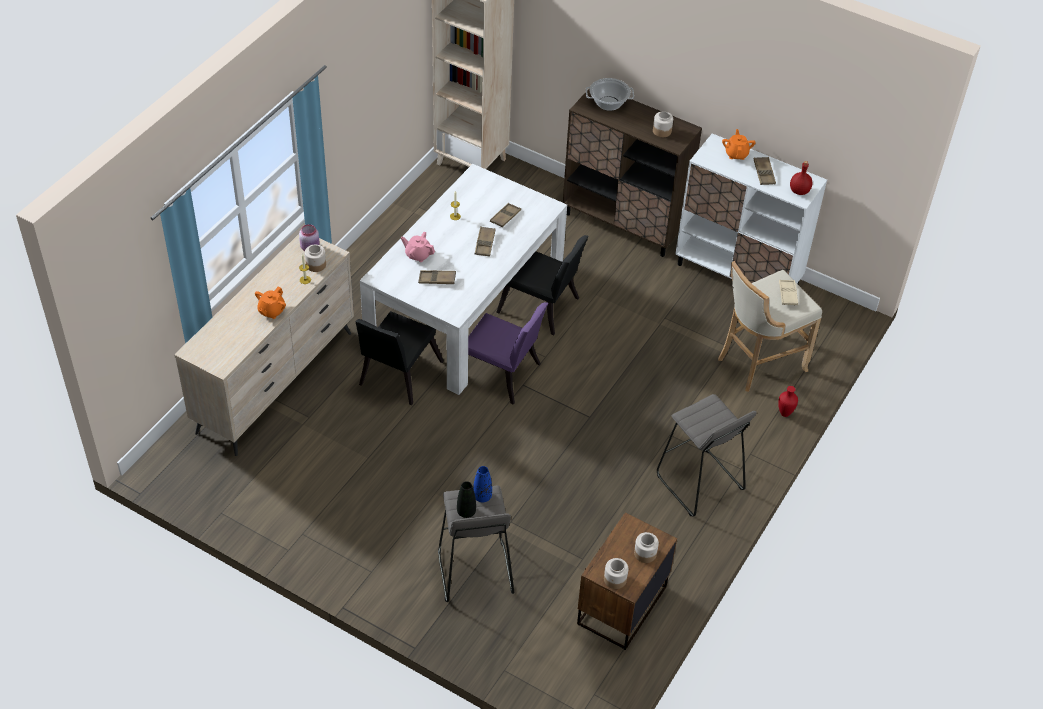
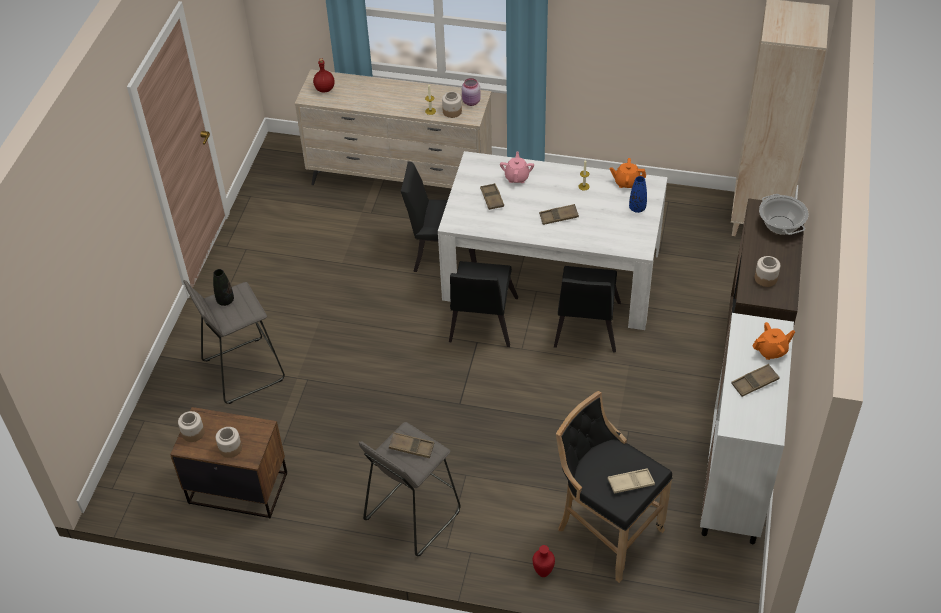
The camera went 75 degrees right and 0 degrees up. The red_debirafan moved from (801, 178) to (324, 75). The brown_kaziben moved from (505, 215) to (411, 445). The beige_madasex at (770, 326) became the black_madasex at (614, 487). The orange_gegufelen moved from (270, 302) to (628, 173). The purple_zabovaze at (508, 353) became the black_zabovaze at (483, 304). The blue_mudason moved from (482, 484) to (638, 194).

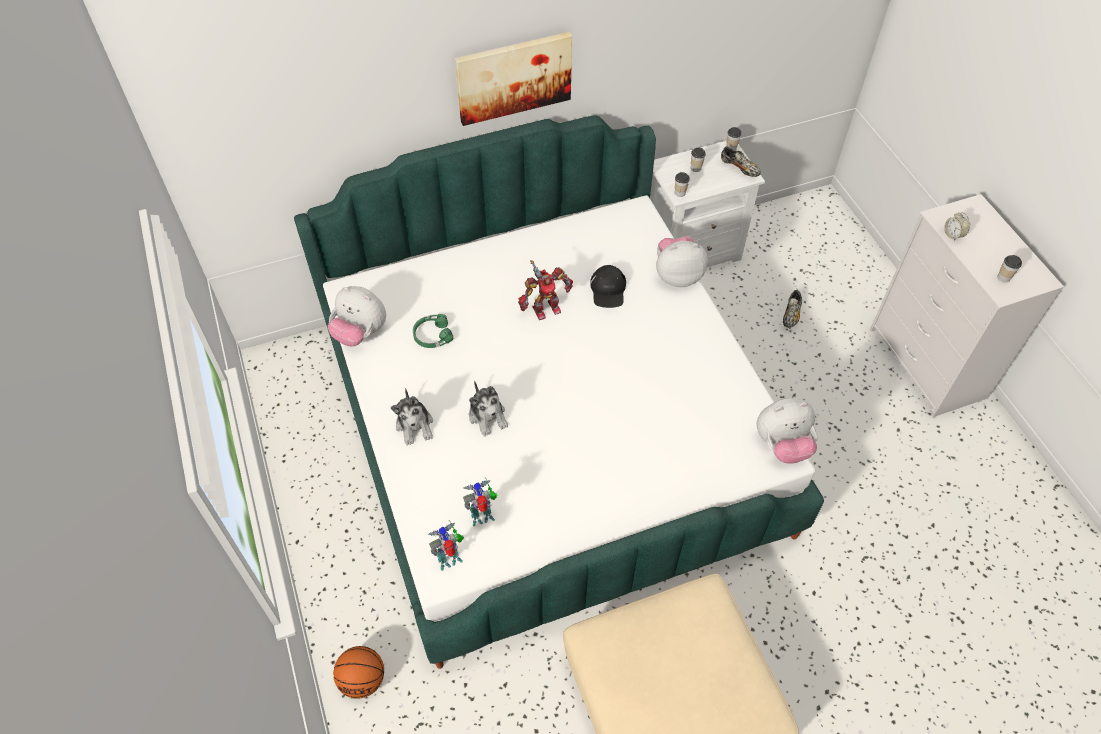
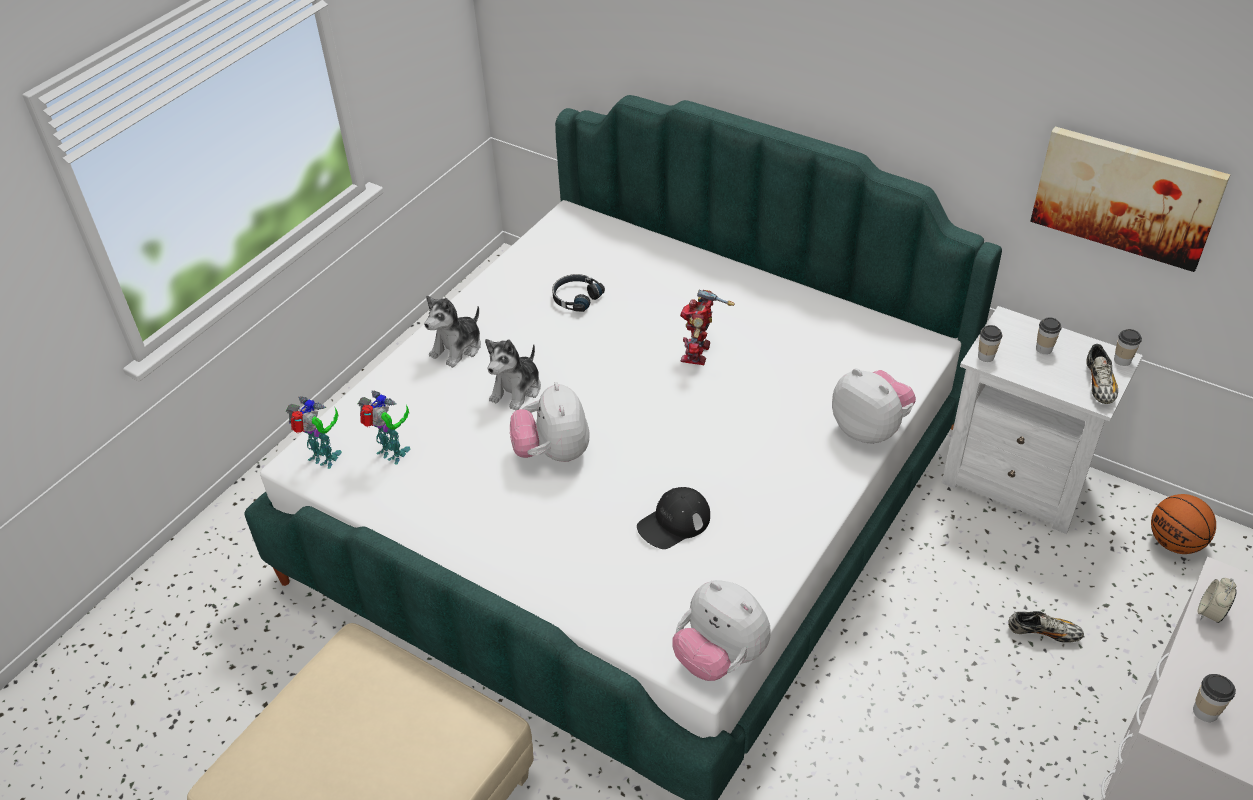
The camera went 55 degrees right and 10 degrees down. The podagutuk moved from (513, 79) to (1130, 199). The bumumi at (545, 290) turned 75 degrees clockwise. The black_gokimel moved from (608, 286) to (673, 518). The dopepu moved from (357, 316) to (550, 422). The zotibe at (792, 309) turned 150 degrees counterclockwise. The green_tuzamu at (433, 331) became the black_tuzamu at (578, 293). The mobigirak moved from (358, 672) to (1183, 524).

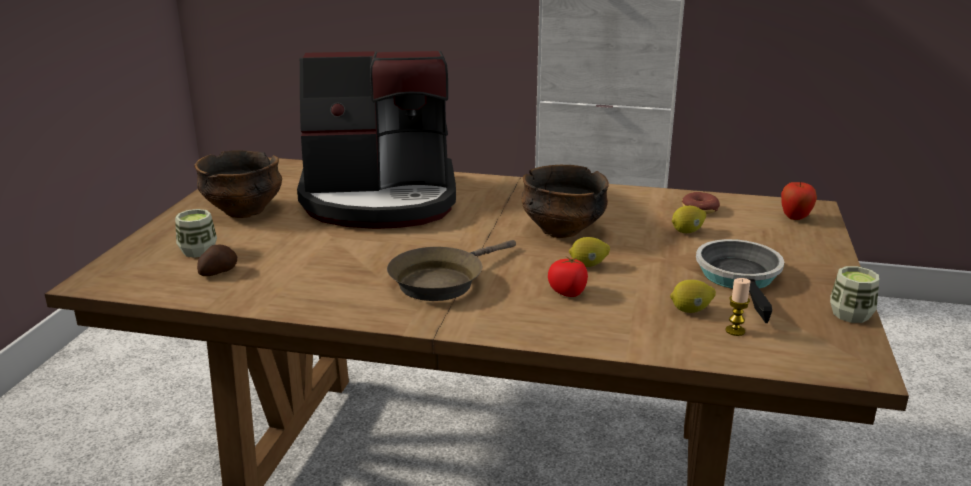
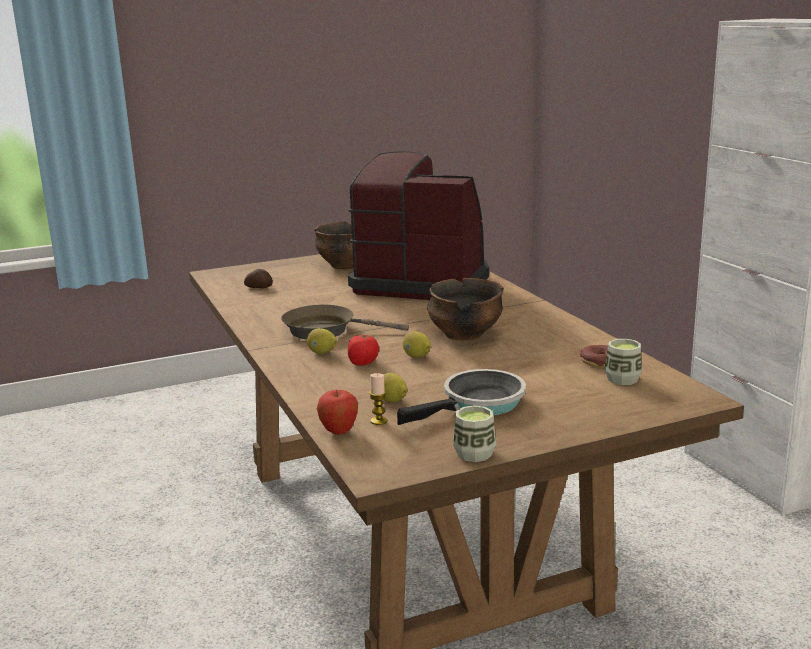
The camera went 55 degrees right and 5 degrees down. The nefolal at (376, 140) turned 150 degrees clockwise. The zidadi moved from (799, 201) to (337, 412). The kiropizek moved from (689, 219) to (322, 341). The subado moved from (196, 233) to (623, 362).

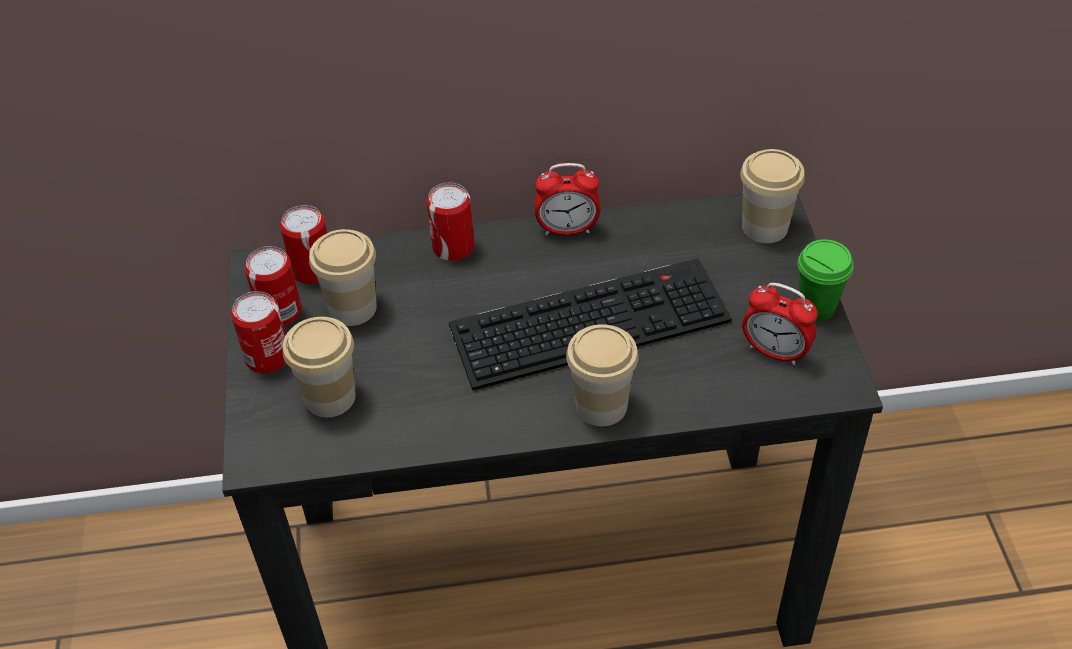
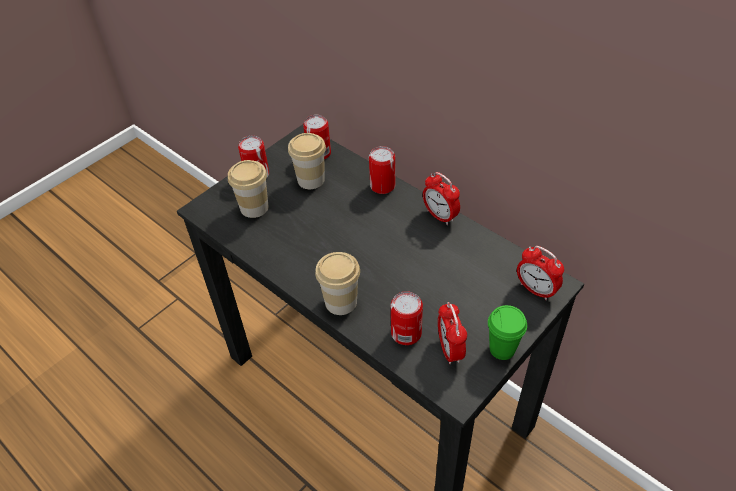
The camera went 50 degrees right and 0 degrees up. The subado at (772, 196) was replaced by the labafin at (540, 273). The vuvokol moved from (273, 285) to (407, 318). The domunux at (590, 324) disappeared.

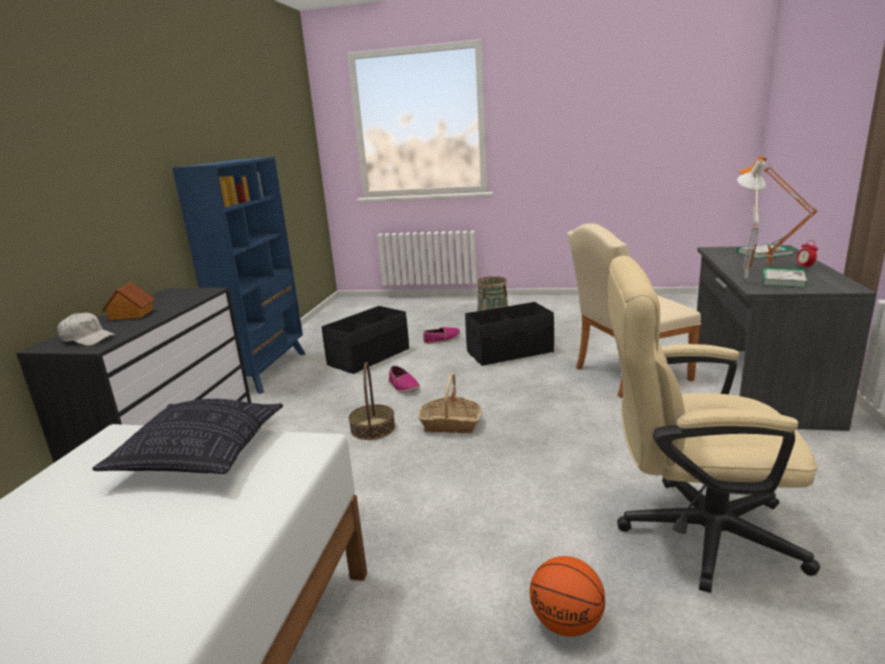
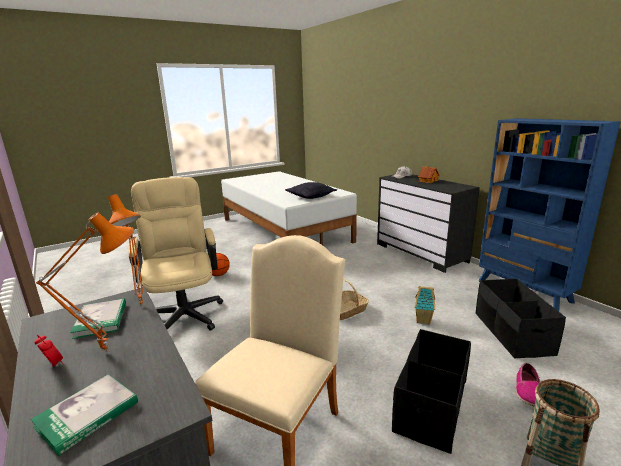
The camera went 135 degrees right and 0 degrees up. The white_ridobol at (751, 221) became the orange_ridobol at (125, 250). The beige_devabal at (714, 424) turned 75 degrees counterclockwise. The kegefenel at (372, 401) disappeared. The zotibe at (404, 379) was replaced by the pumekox at (425, 305).

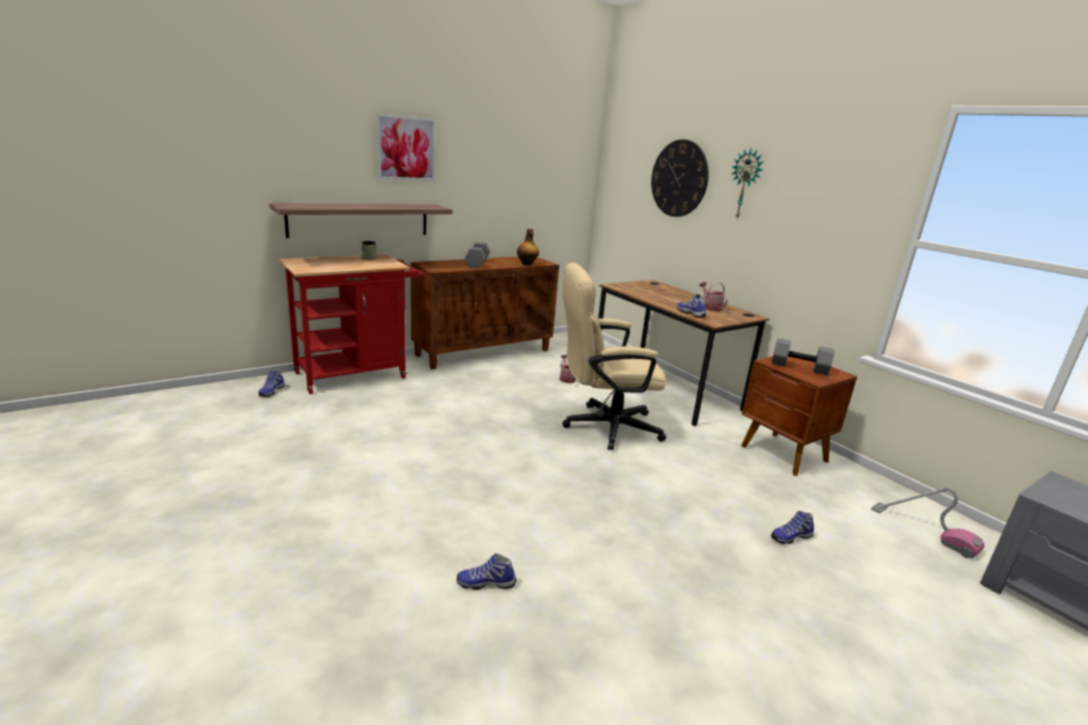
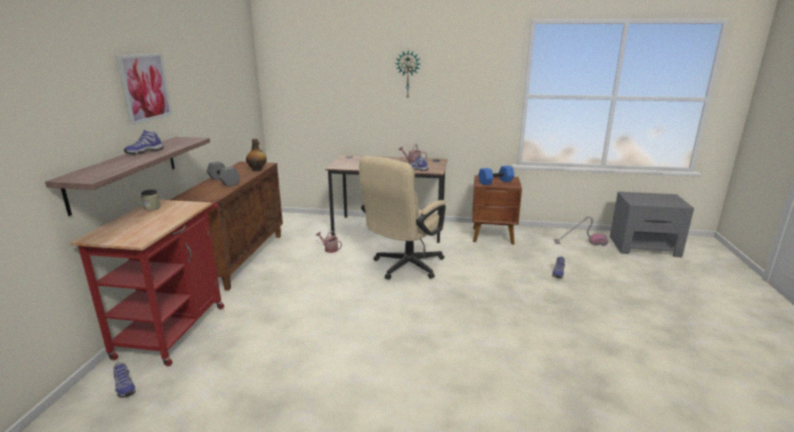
The camera went 45 degrees left and 0 degrees up. The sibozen at (680, 178) disappeared. The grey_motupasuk at (802, 356) became the blue_motupasuk at (496, 175). The zotibe moved from (486, 571) to (144, 142).

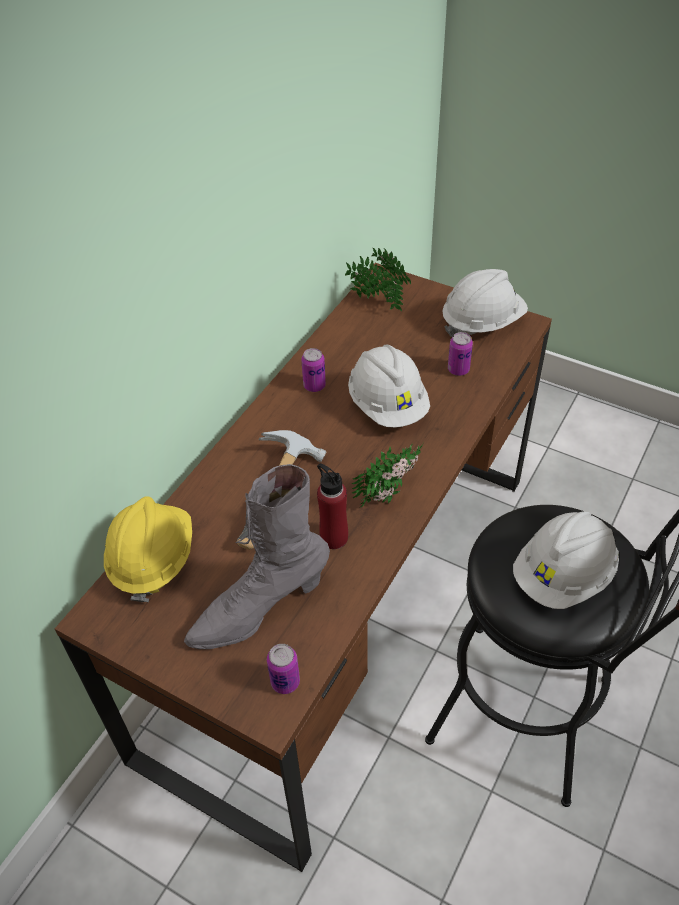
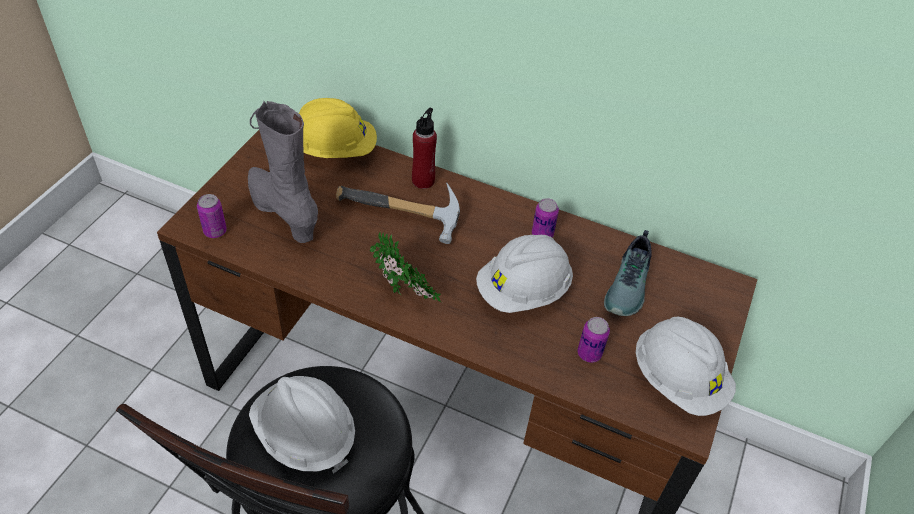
The camera went 80 degrees right and 0 degrees up. The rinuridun at (378, 279) disappeared. The red_debirafan moved from (332, 506) to (424, 148). The zotibe at (628, 273) appeared.

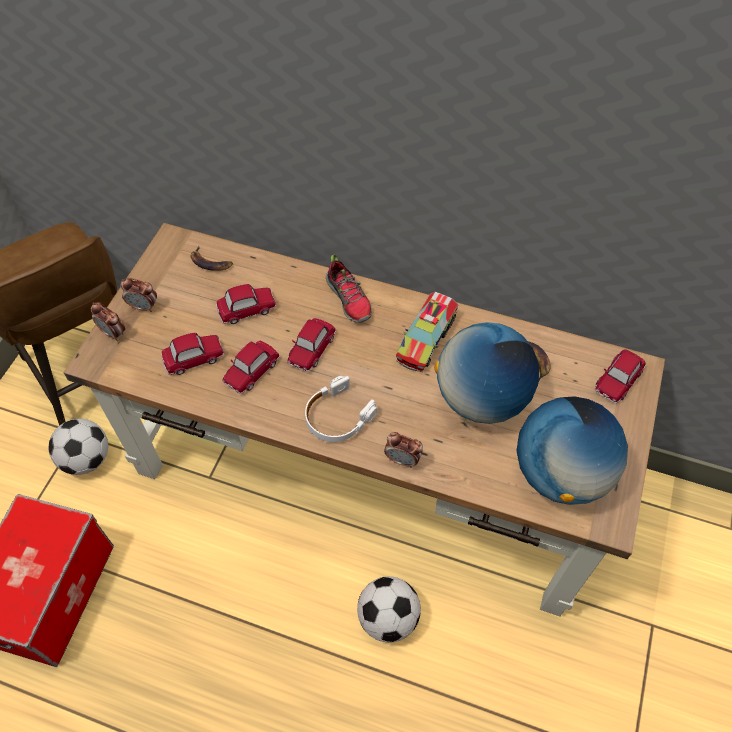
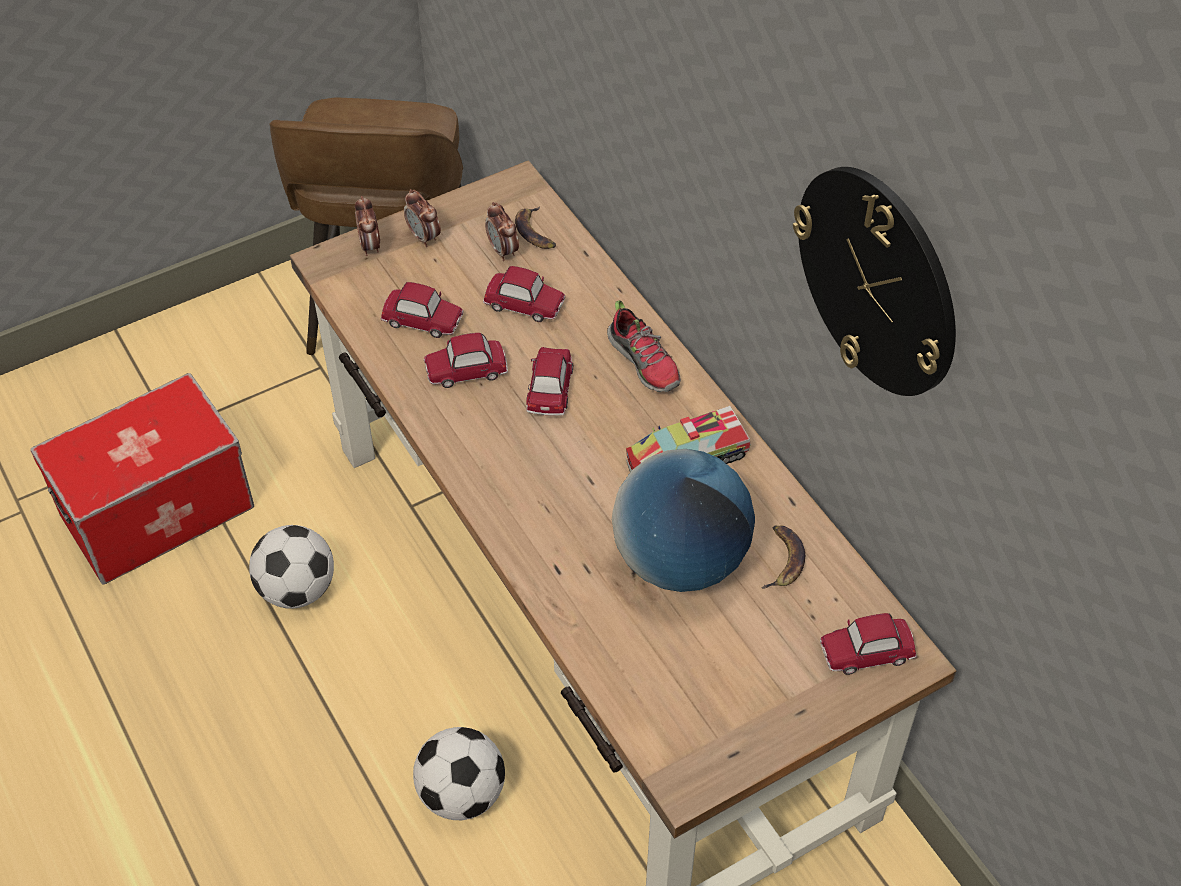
The camera went 40 degrees right and 5 degrees down. The zotibe at (349, 289) turned 45 degrees counterclockwise. The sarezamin at (311, 345) turned 120 degrees clockwise. The white_tuzamu at (341, 409) disappeared. The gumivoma at (572, 450) disappeared. The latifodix moved from (78, 447) to (291, 567). The labafin moved from (403, 450) to (502, 231). The sibozen at (874, 281) appeared.

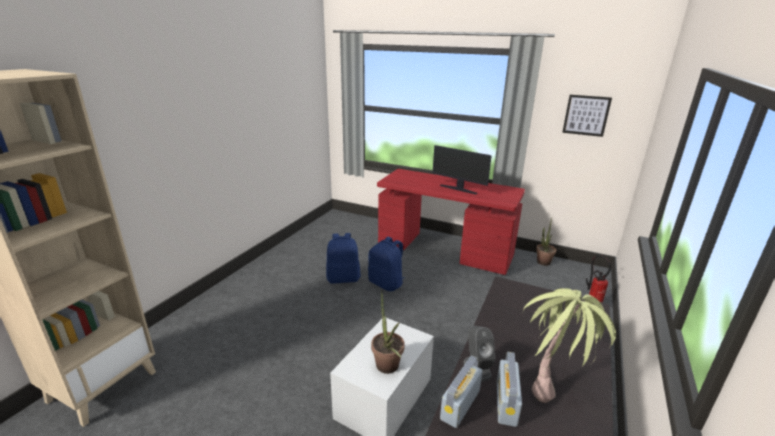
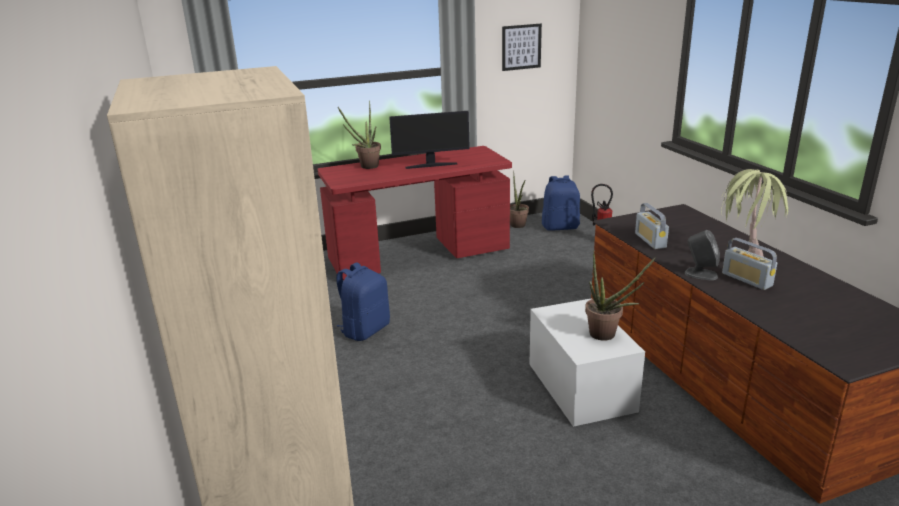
The camera went 45 degrees left and 0 degrees up. The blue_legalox moved from (386, 264) to (561, 203). The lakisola moved from (461, 391) to (652, 226). The rinuridun at (359, 135) appeared.

